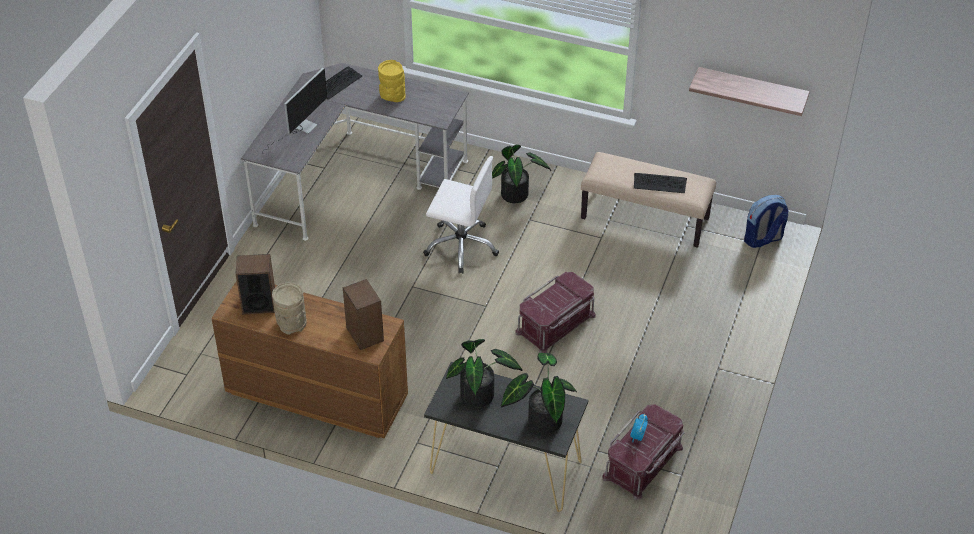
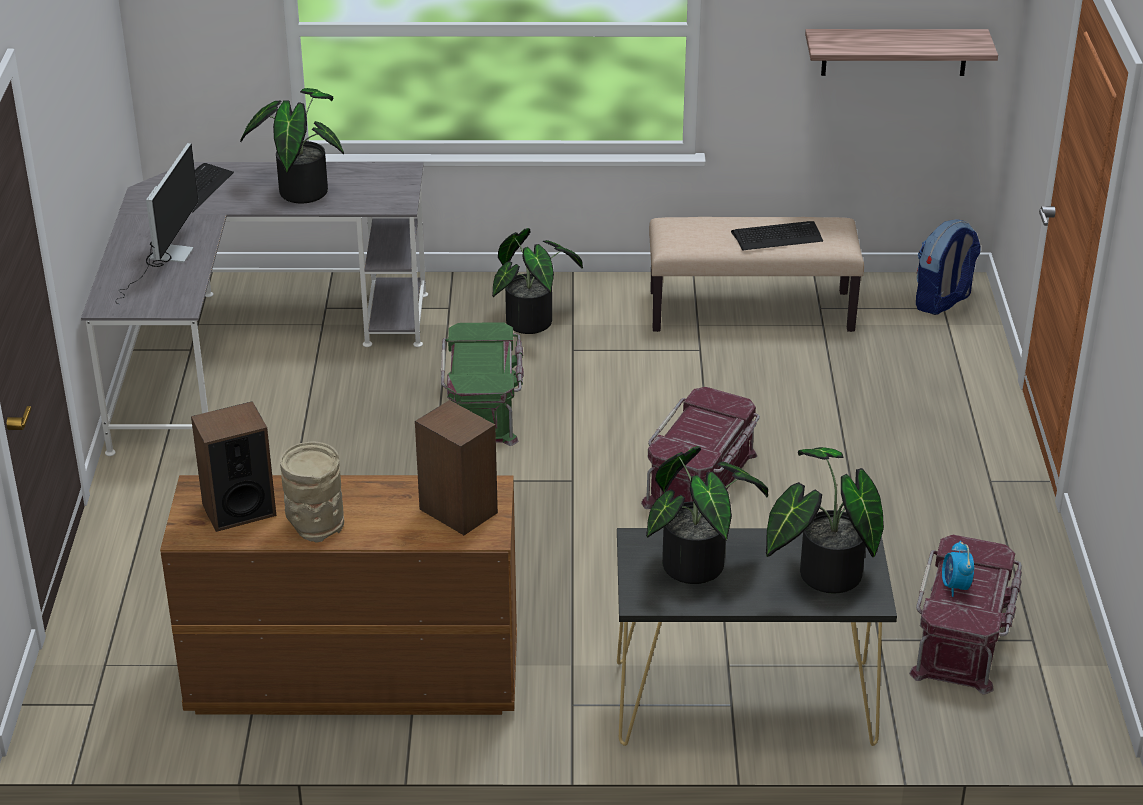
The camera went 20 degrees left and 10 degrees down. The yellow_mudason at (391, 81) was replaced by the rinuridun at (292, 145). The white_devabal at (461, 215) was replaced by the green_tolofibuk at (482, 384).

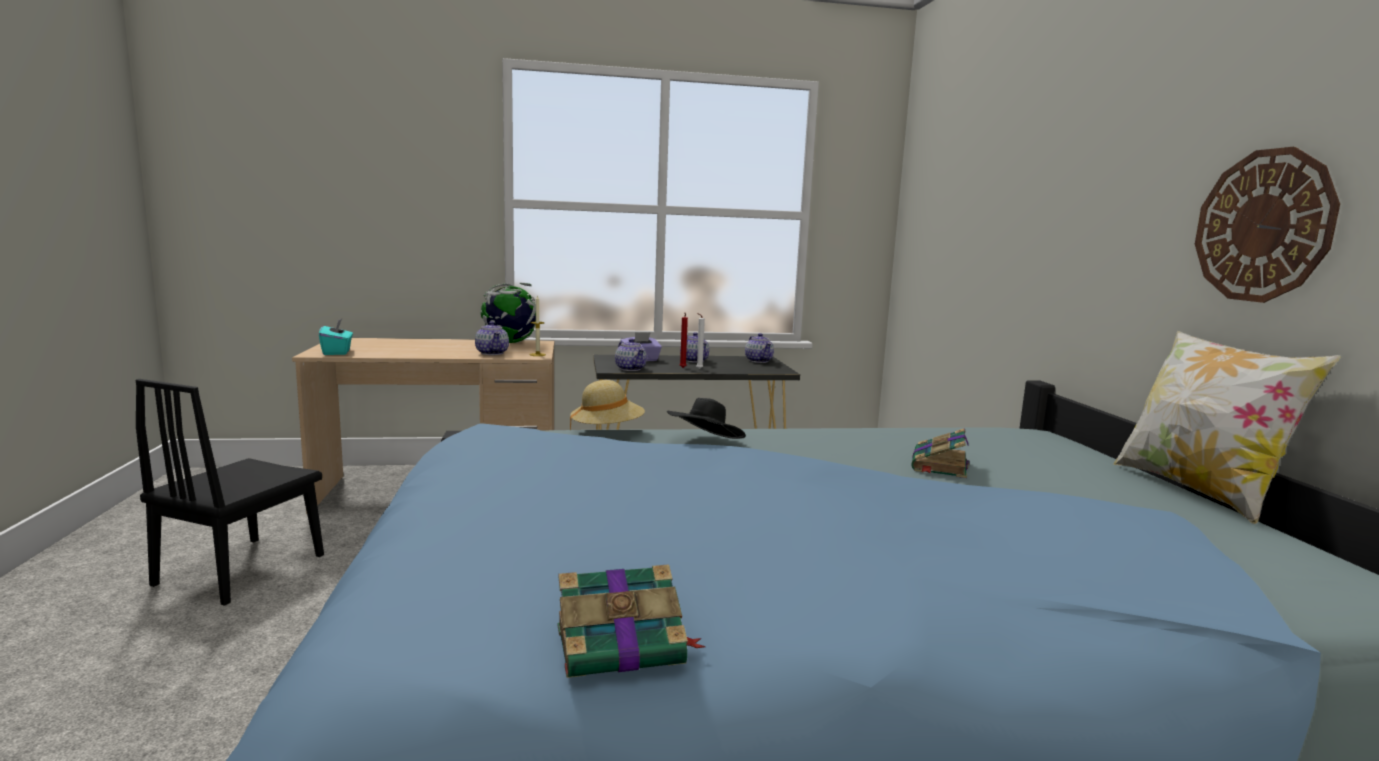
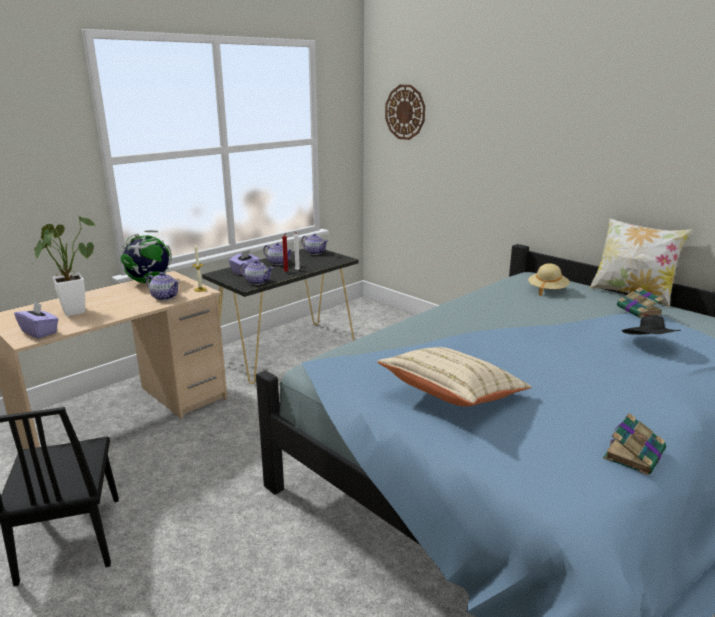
The camera went 35 degrees left and 10 degrees up. The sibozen moved from (1267, 225) to (405, 112). The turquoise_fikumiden at (336, 337) became the purple_fikumiden at (36, 320). The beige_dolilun moved from (607, 405) to (549, 279). The black_dolilun moved from (706, 418) to (651, 325). The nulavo moved from (940, 453) to (640, 303). The rinuridun at (64, 266) appeared. The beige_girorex at (454, 377) appeared.

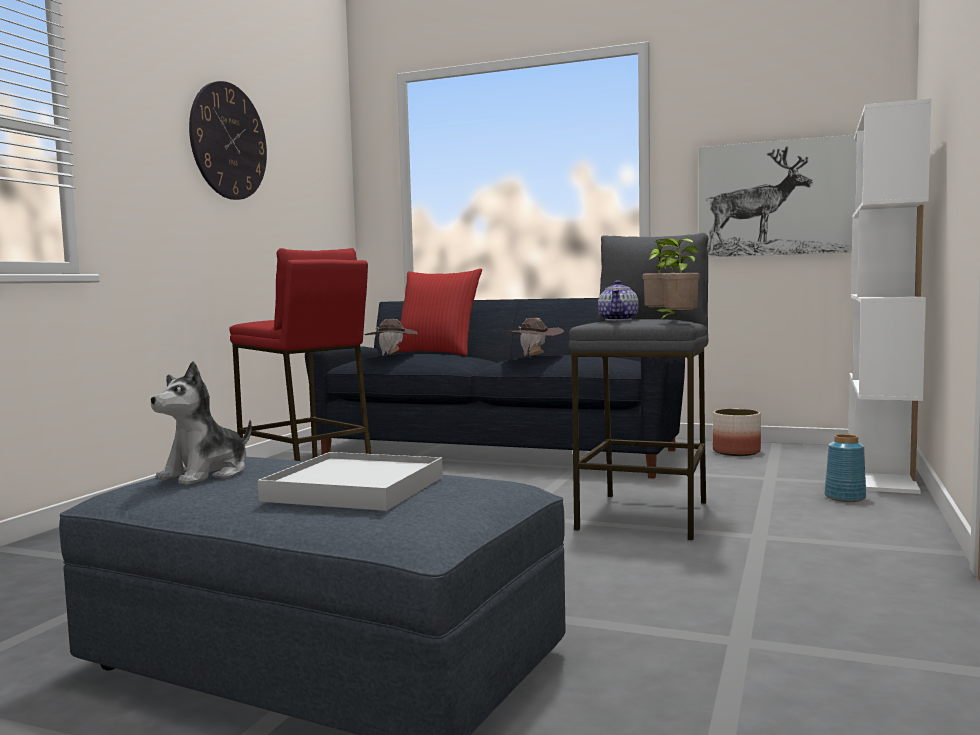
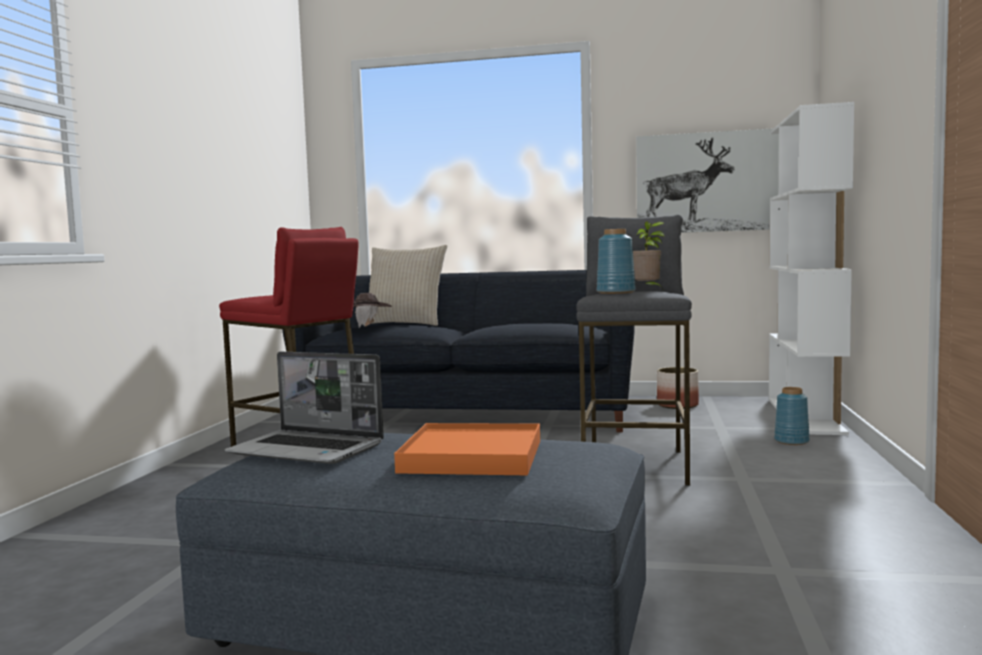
The camera went 10 degrees left and 0 degrees up. The sibozen at (228, 140) disappeared. The rinuridun at (677, 279) disappeared. The red_girorex at (438, 312) became the beige_girorex at (404, 285). The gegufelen at (618, 300) was replaced by the blue_mudason at (616, 261). The brown_dolilun at (533, 337) disappeared. The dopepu at (201, 423) was replaced by the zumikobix at (304, 407). The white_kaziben at (350, 481) became the orange_kaziben at (467, 449).

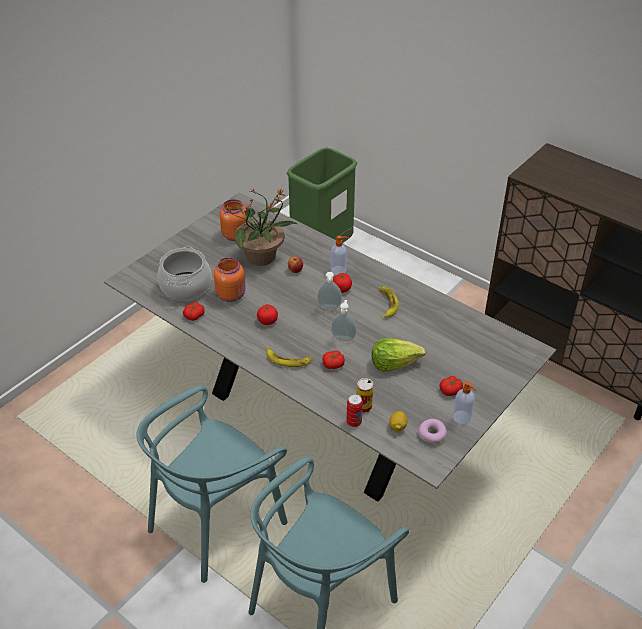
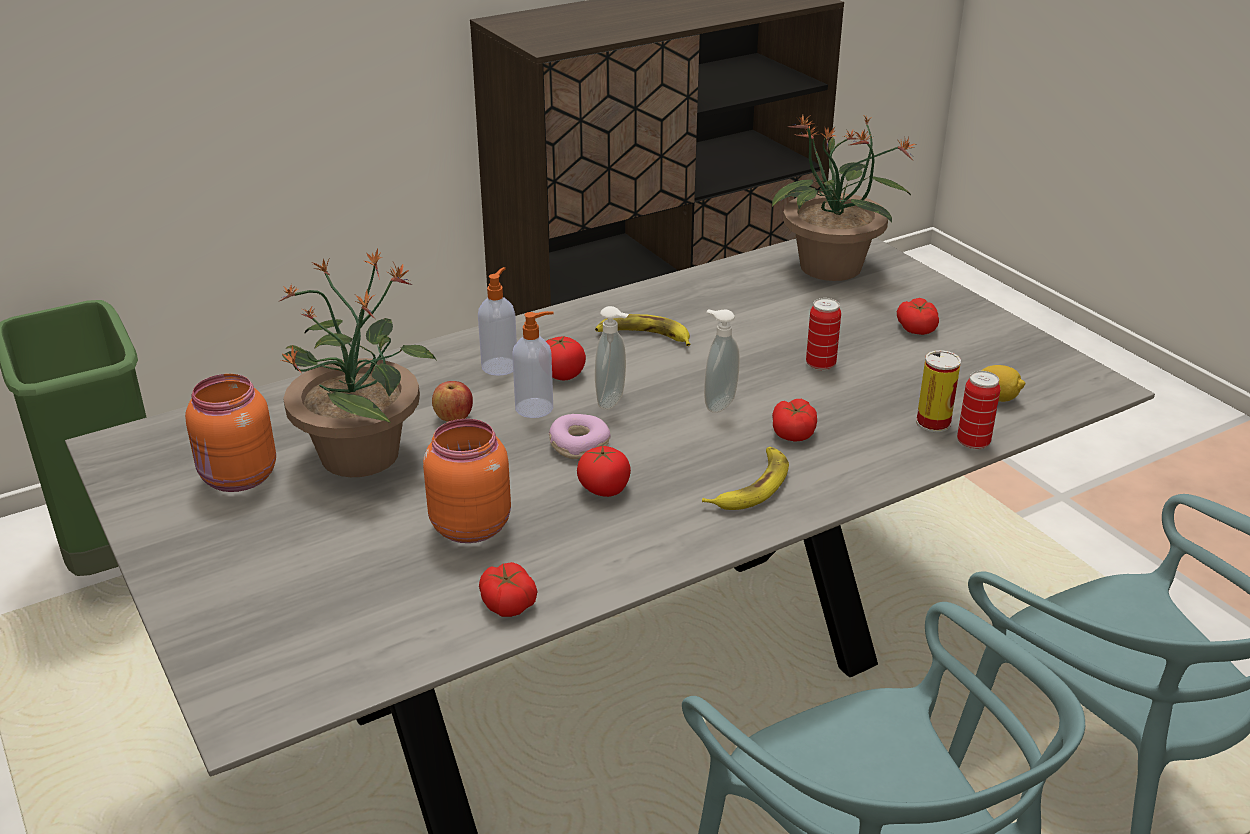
The camera went 70 degrees left and 10 degrees down. The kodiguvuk at (184, 273) disappeared. The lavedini at (399, 354) was replaced by the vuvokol at (823, 334). The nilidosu moved from (464, 402) to (533, 364). The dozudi moved from (432, 431) to (580, 436). The rinuridun at (844, 198) appeared.

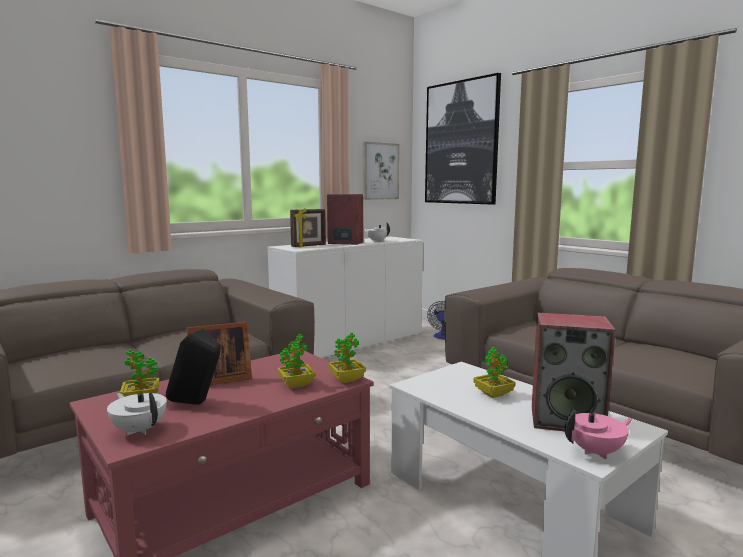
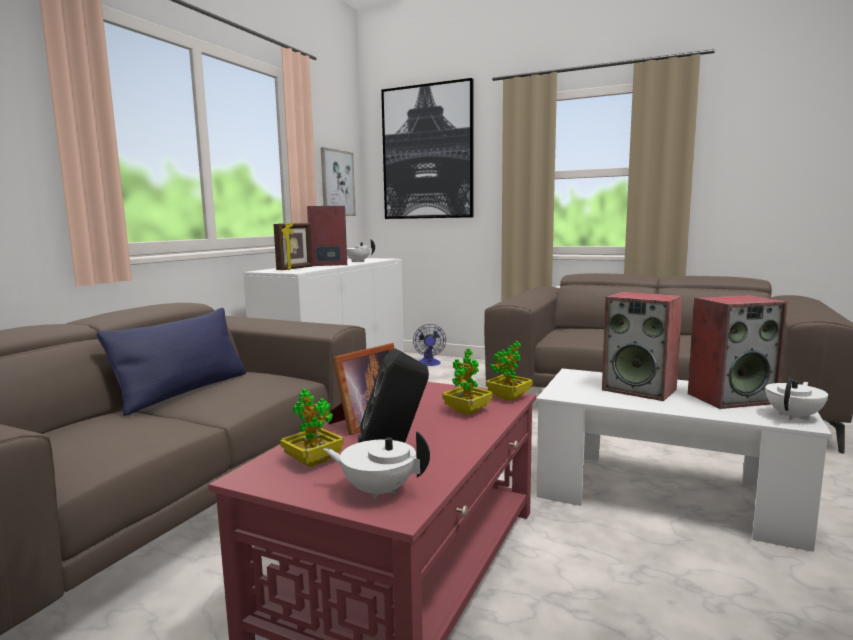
The camera went 25 degrees left and 0 degrees up. The rinuridun at (494, 372) was replaced by the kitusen at (642, 346). The pink_gegufelen at (599, 435) became the white_gegufelen at (796, 399). The blue_girorex at (171, 362) appeared.

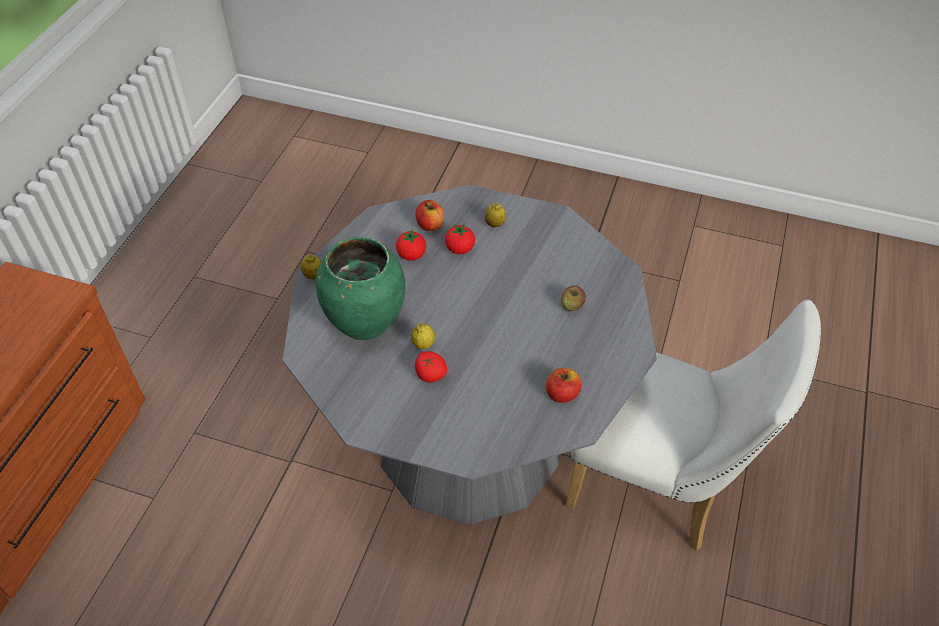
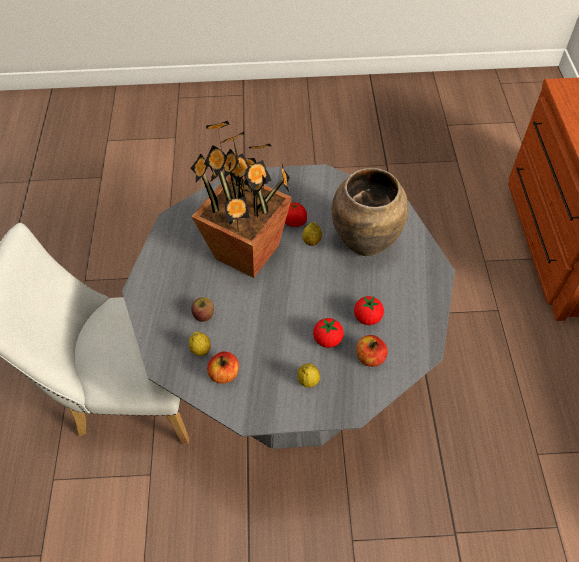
The camera went 160 degrees right and 5 degrees up. The green_mudason at (360, 288) became the brown_mudason at (370, 212). The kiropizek moved from (311, 267) to (200, 344). The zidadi moved from (563, 385) to (223, 367). The rinuridun at (241, 199) appeared.

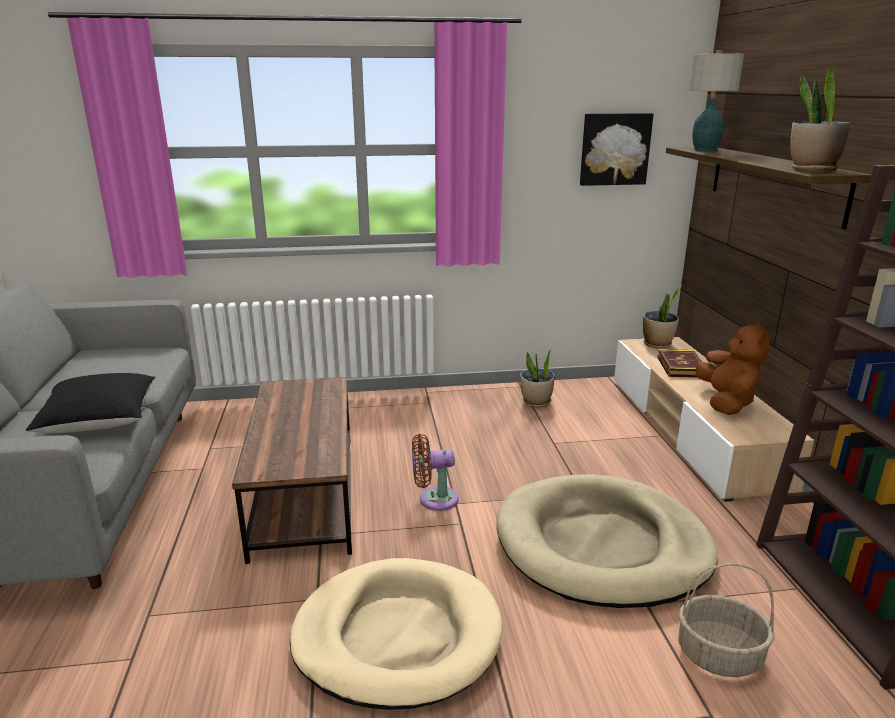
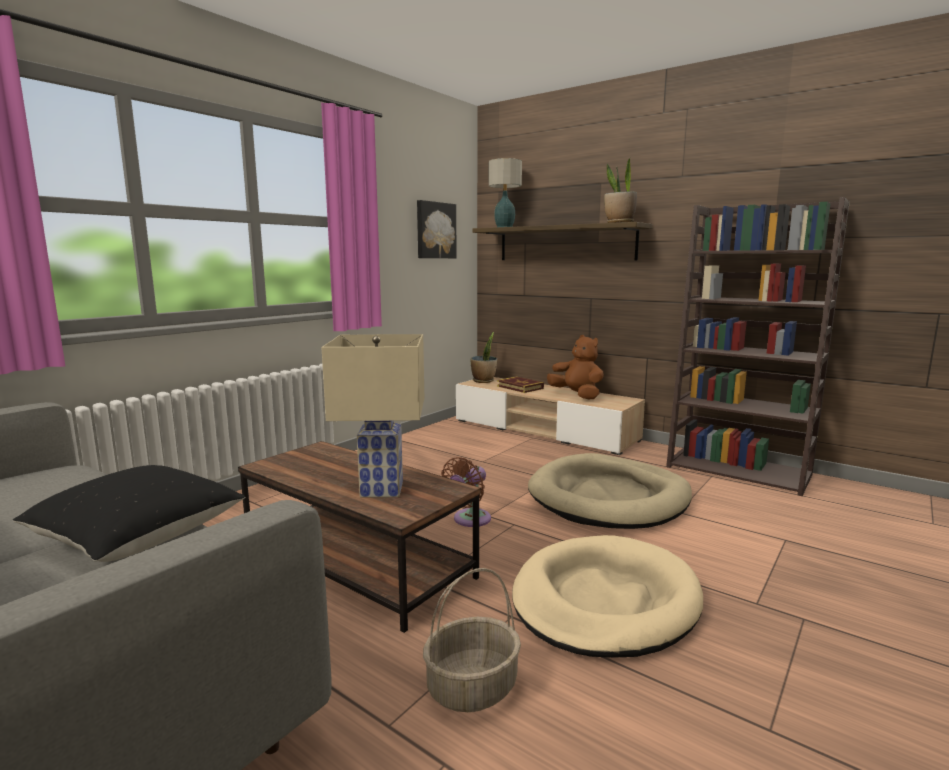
The camera went 45 degrees left and 10 degrees down. The rinuridun at (537, 377) disappeared. The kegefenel moved from (726, 620) to (472, 640). The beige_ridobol at (372, 416) appeared.

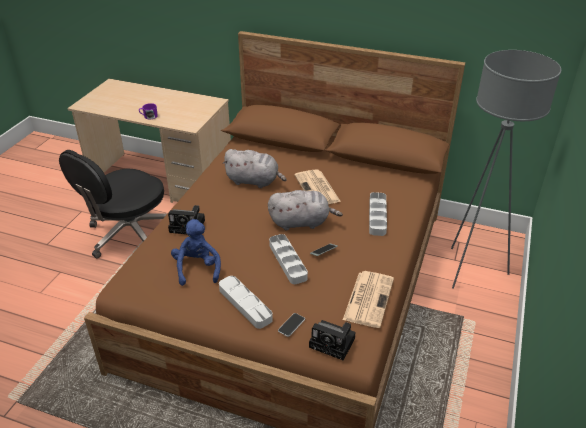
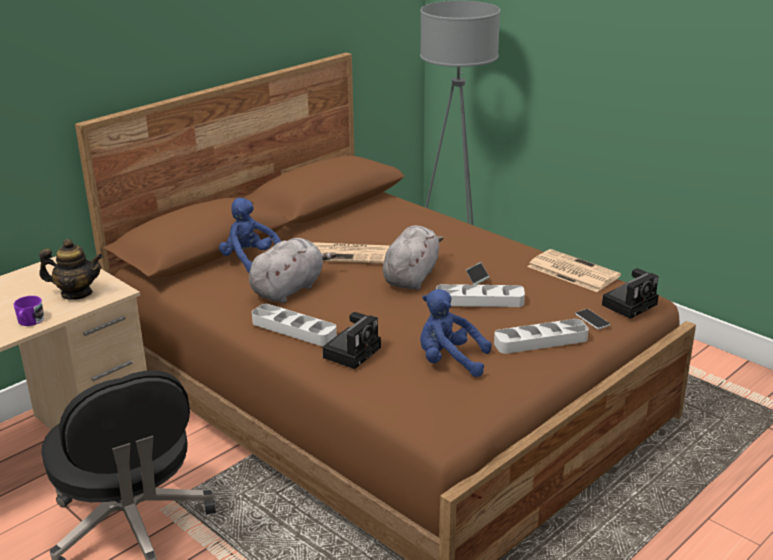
The camera went 65 degrees left and 10 degrees down. The grey_kaziben moved from (378, 214) to (294, 325). The blue_dopepu at (250, 235) appeared. The gegufelen at (71, 269) appeared.

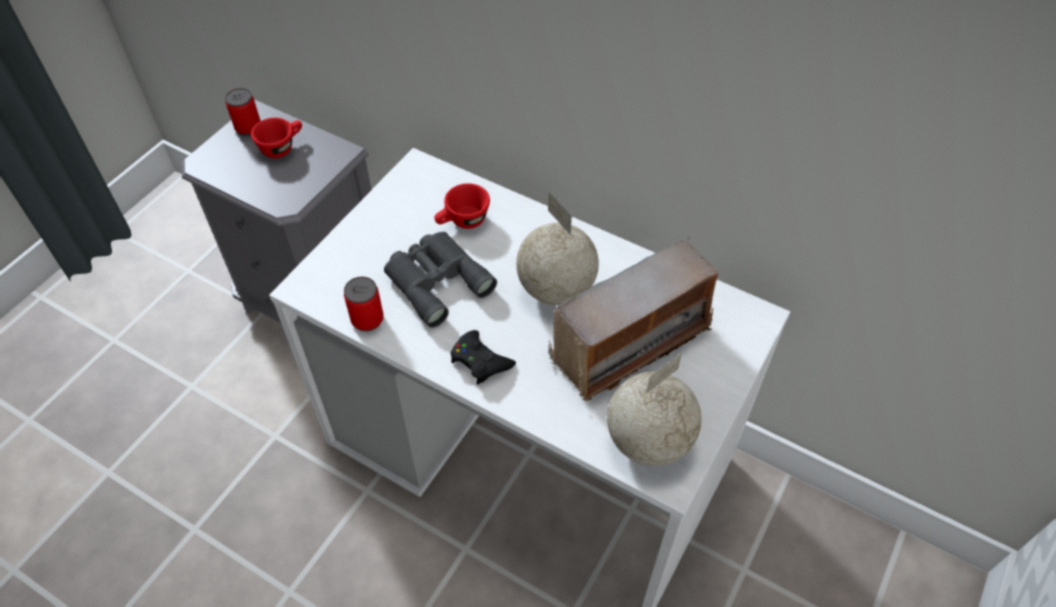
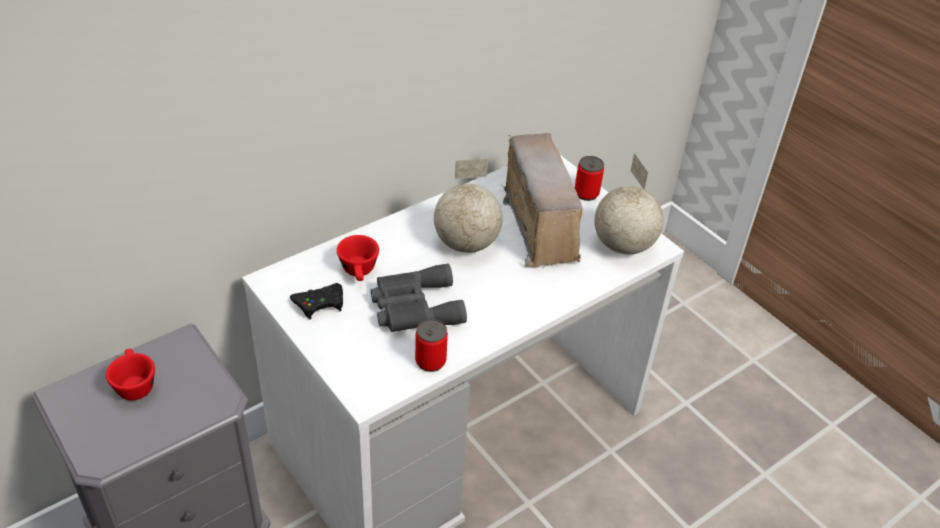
The camera went 70 degrees left and 10 degrees down. The vuvokol moved from (243, 112) to (589, 178). The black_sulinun moved from (483, 357) to (316, 301).

